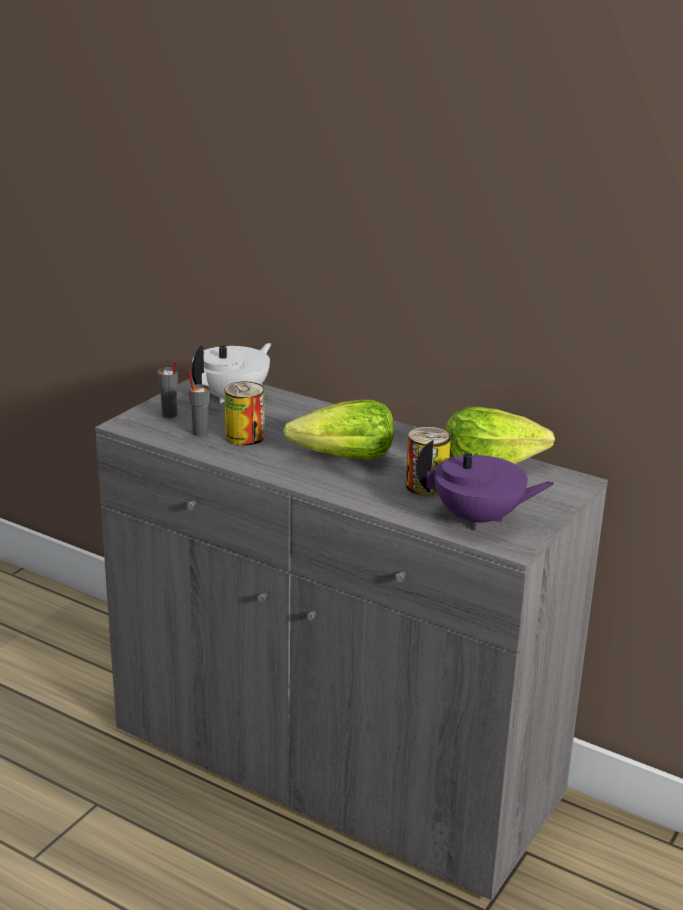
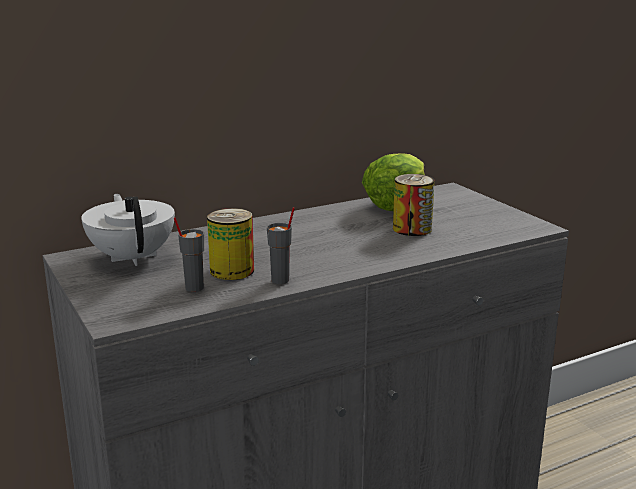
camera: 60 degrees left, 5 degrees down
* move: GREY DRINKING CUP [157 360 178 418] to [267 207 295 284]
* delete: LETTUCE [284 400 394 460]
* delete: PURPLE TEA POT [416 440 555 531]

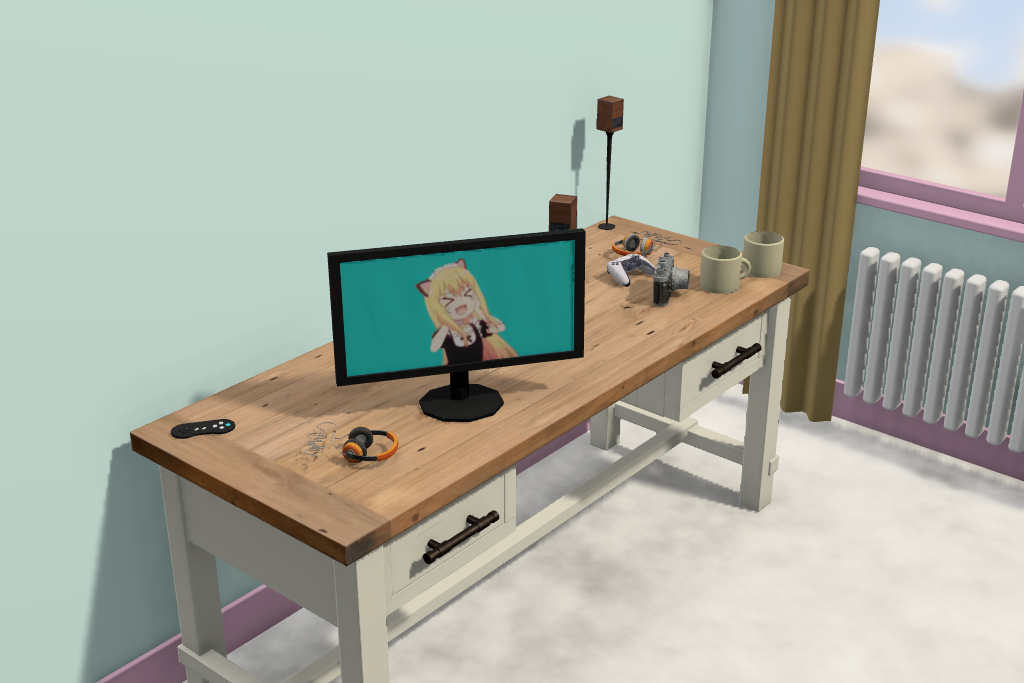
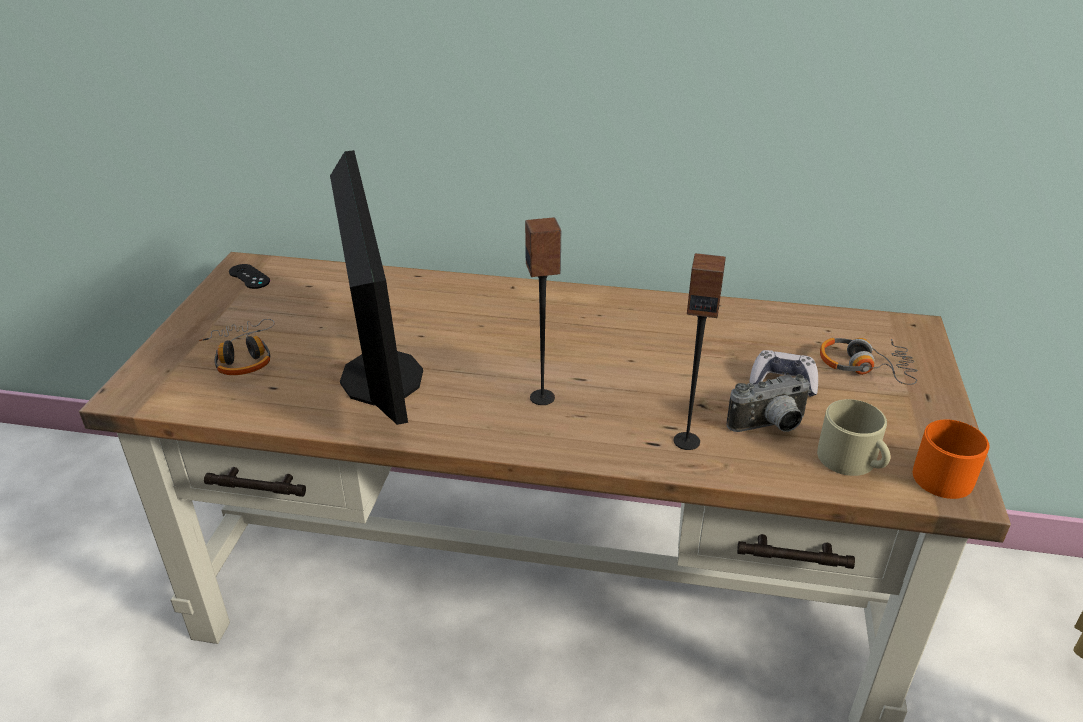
camera: 60 degrees right, 10 degrees up
* rotate: COMPUTER SCREEN [327 228 586 422] = [330 150 423 425] 150 degrees counterclockwise
* move: AUDIO SPEAKER [597 96 624 230] to [674 253 726 450]
* recolor: SAND-COLOURED TEA MUG [742 231 784 278] to ORANGE-COLOURED TEA MUG [913 420 989 499]

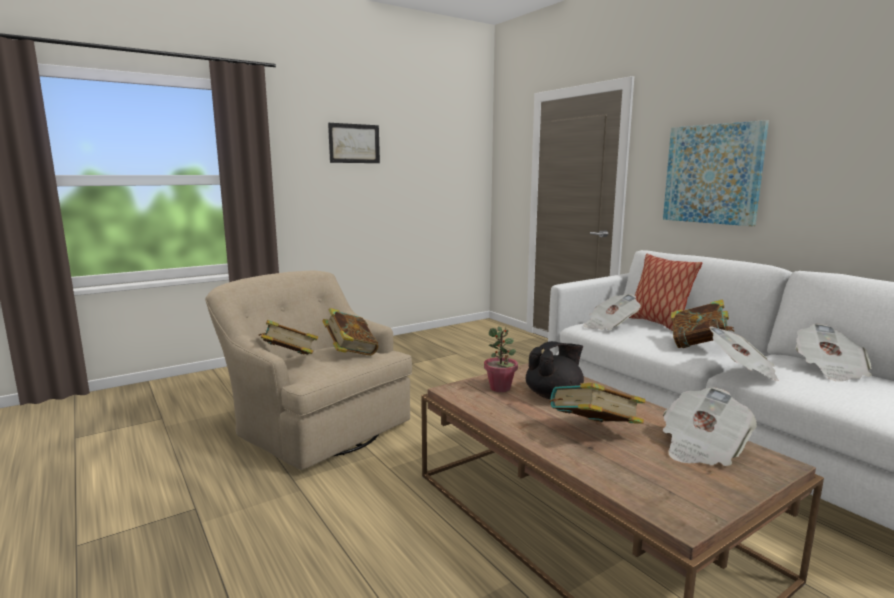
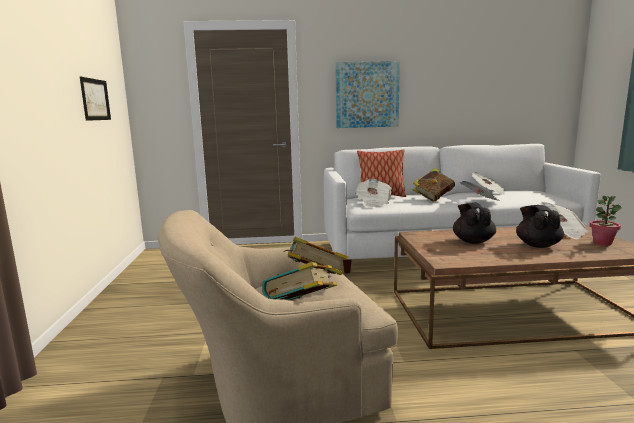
camera: 60 degrees left, 0 degrees up
* move: WALL PICTURE [328 123 380 163] to [80 77 111 121]
* move: POTTED PLANT [484 326 518 392] to [589 196 622 246]
* replace: BOOK [549 383 645 424] to BLACKISH TEA POT [516 205 564 248]

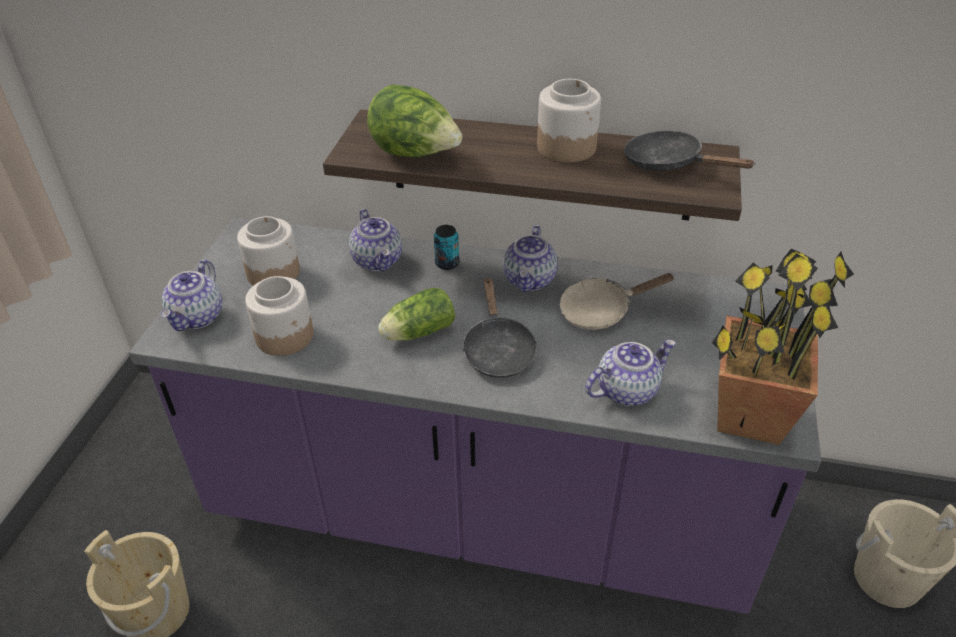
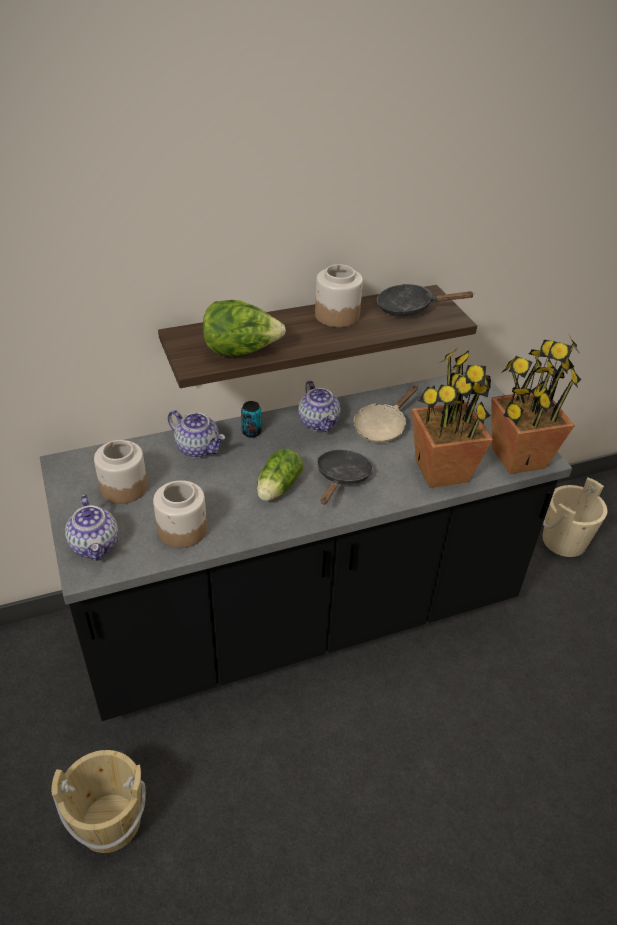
camera: 35 degrees left, 0 degrees up
* recolor: PURPLE KITCHEN COUNTER [129 217 821 614] to BLACKISH KITCHEN COUNTER [40 371 572 721]
* rotate: BLACKISH SKILLET [462 278 538 378] = [317 450 373 504] 120 degrees counterclockwise
* replace: TEA POT [585 340 676 406] to POTTED PLANT [412 348 493 488]

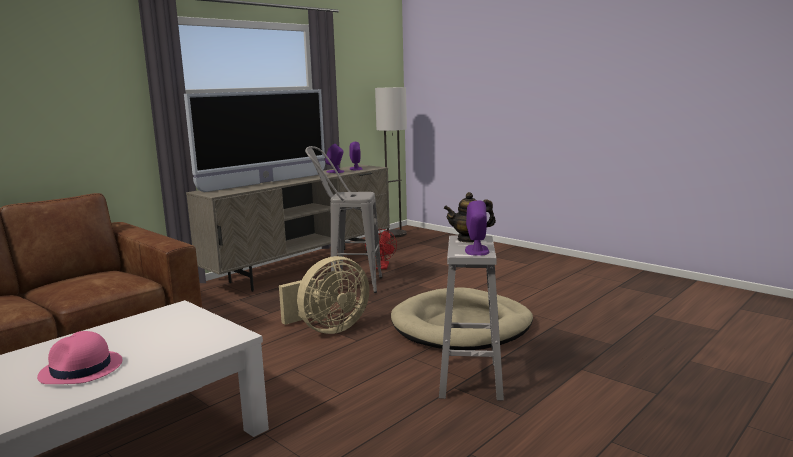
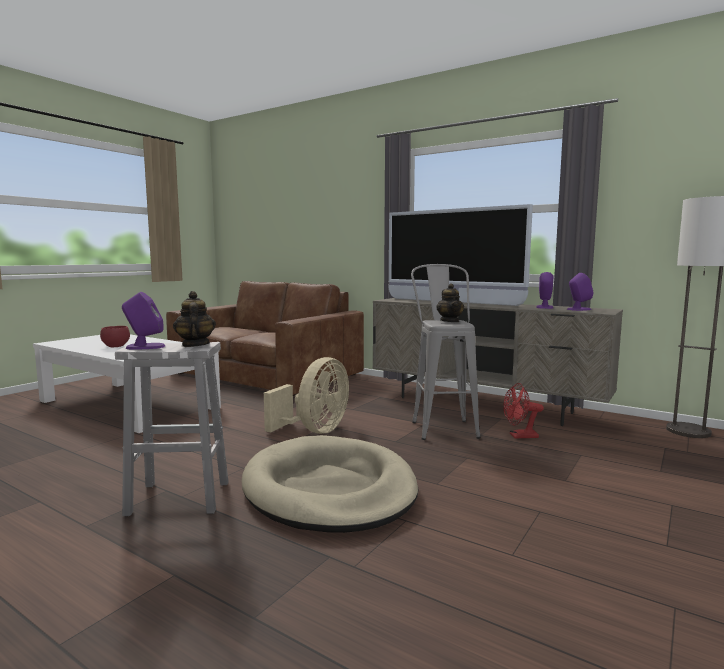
camera: 80 degrees right, 5 degrees down
* replace: PINK-COLOURED CLOTHING HAT [37 331 123 384] to RED-COLOURED DEEP DISH [100 326 130 347]
* rotate: SAND-COLOURED FAN [279 256 369 334] = [264 357 349 434] 105 degrees counterclockwise
* insert: TEA POT [436 283 464 322]

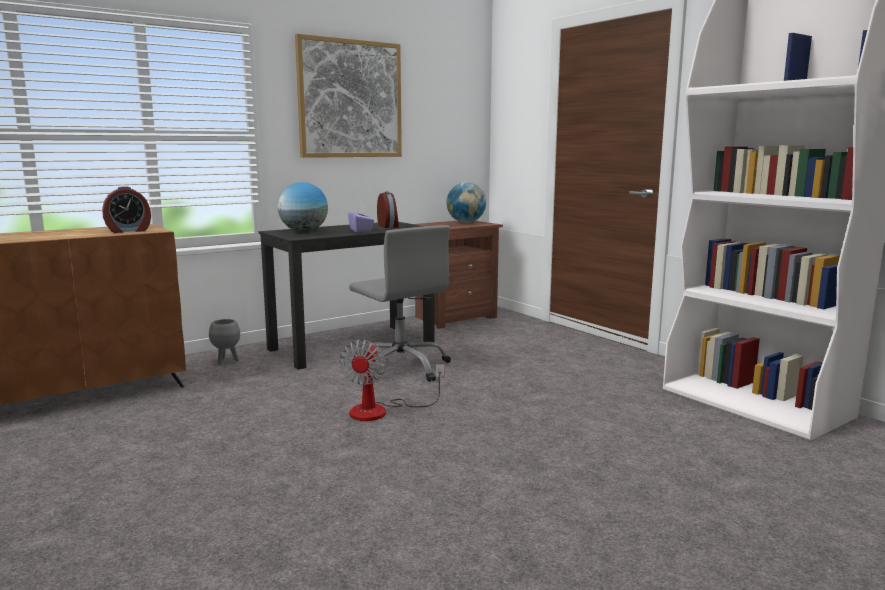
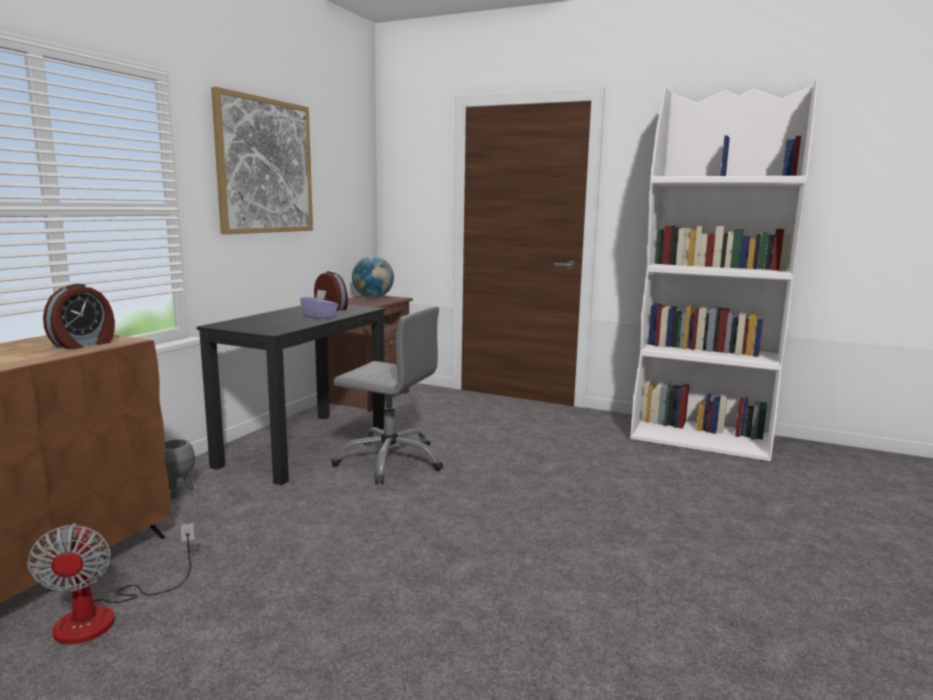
camera: 30 degrees left, 0 degrees up
* delete: DESK GLOBE [278 182 328 232]
* move: FAN [339 339 445 421] to [27 523 195 644]

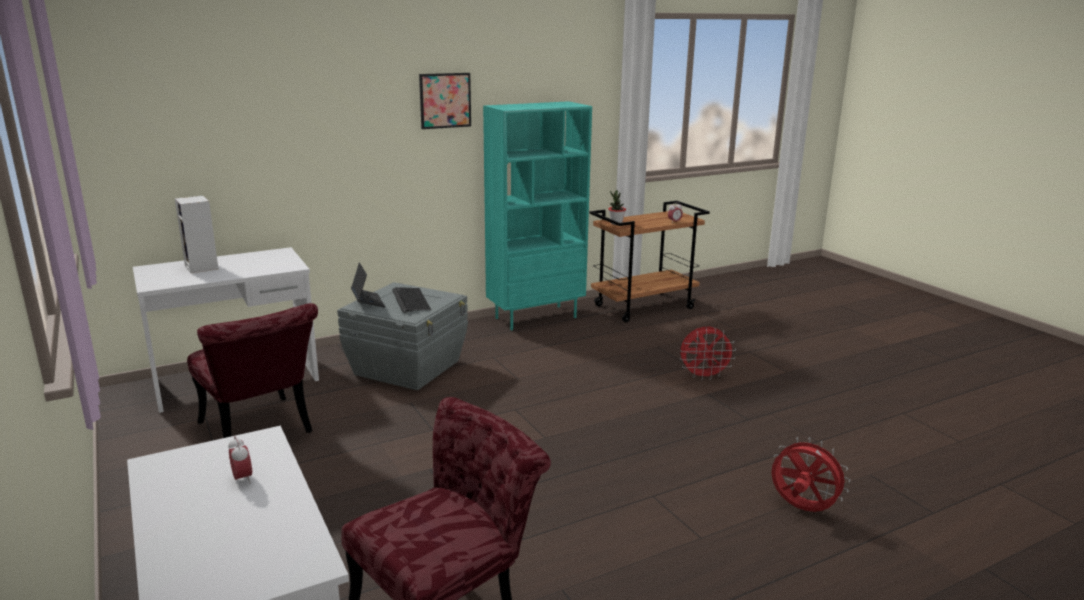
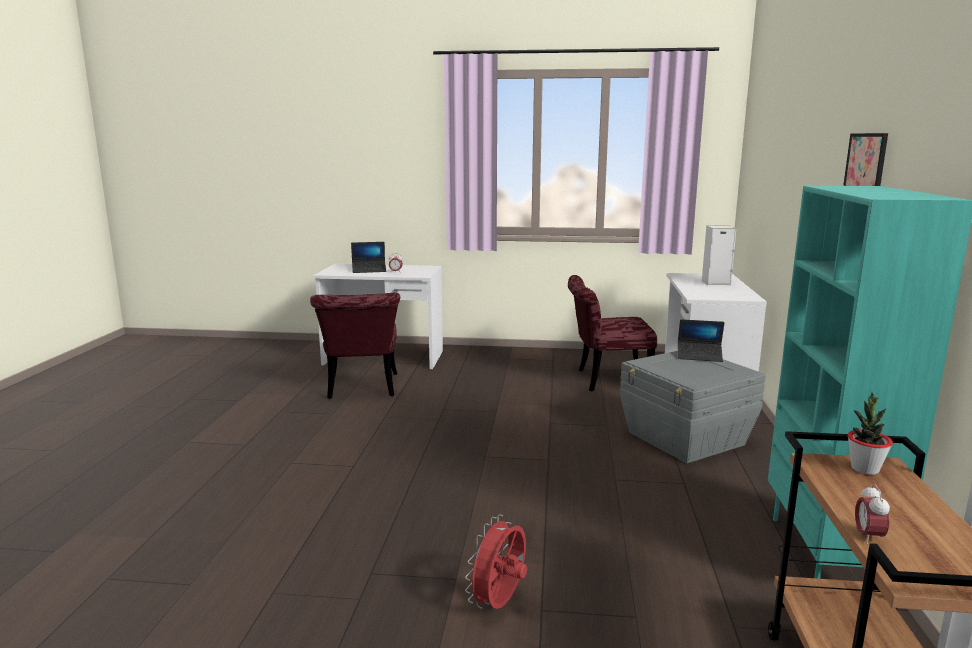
camera: 125 degrees right, 5 degrees down
* delete: KEYBOARD [393 287 431 313]
* delete: RED-COLOURED FAN [771 437 850 512]
* insert: NOTEBOOK COMPUTER [351 242 386 273]

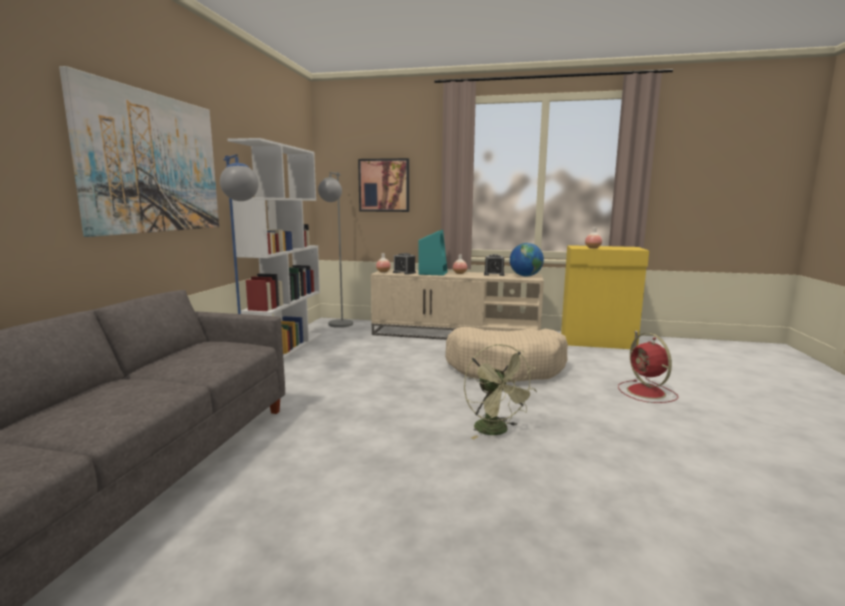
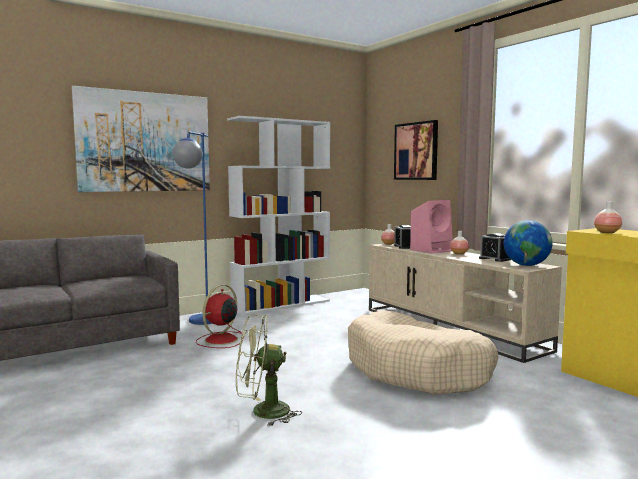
camera: 45 degrees right, 5 degrees down
* delete: GREY FLOOR LAMP [318 172 353 328]
* recolor: TURQUOISE AUDIO SPEAKER [418 230 448 276] to PINK-COLOURED AUDIO SPEAKER [410 200 453 254]
* rotate: GREEN FAN [464 344 537 439] = [236 314 302 427] 60 degrees clockwise
* move: RED-COLOURED FAN [618 333 678 403] to [196 285 245 348]

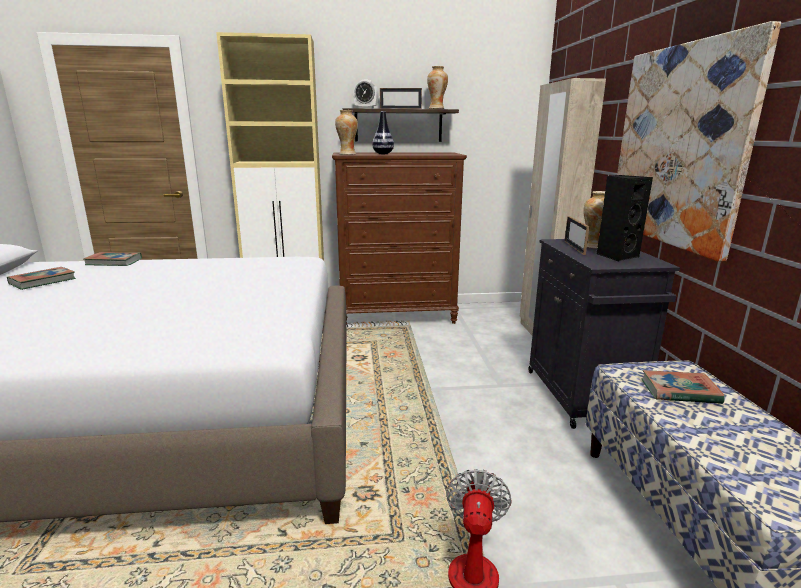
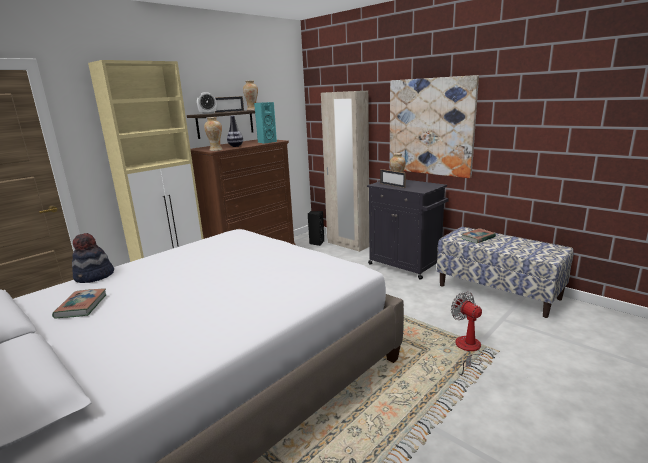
camera: 40 degrees left, 0 degrees up
* replace: BOOK [83 252 142 266] to CLOTHING HAT [72 233 114 283]
* move: BLACKISH AUDIO SPEAKER [597 175 653 262] to [308 211 324 246]
* insert: TURQUOISE AUDIO SPEAKER [254 102 277 144]

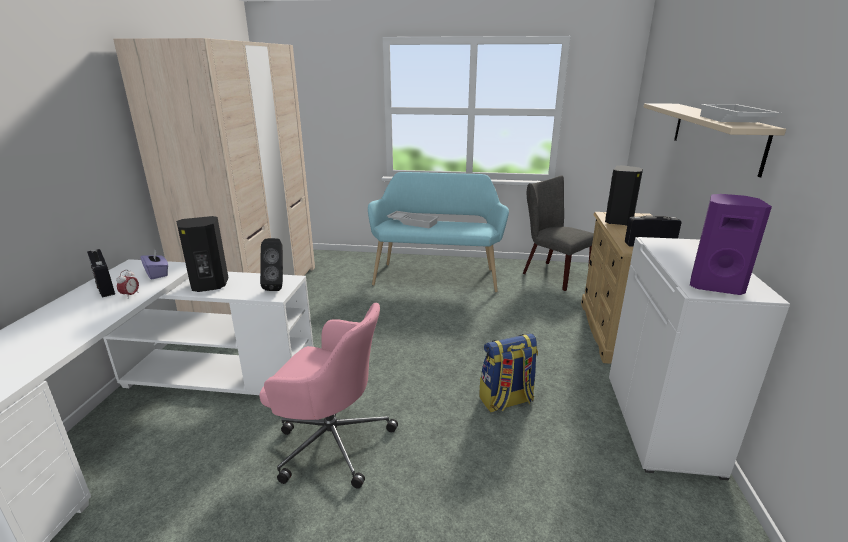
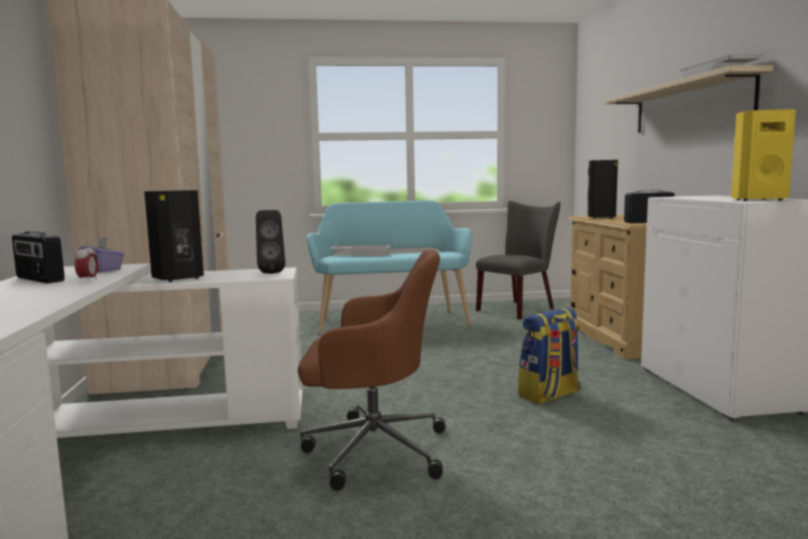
camera: 15 degrees left, 15 degrees down
* recolor: PINK-COLOURED OFFICE CHAIR [260 303 398 489] to BROWN OFFICE CHAIR [298 250 445 491]
* rotate: GREY CHAIR [523 175 594 291] = [476 200 560 319] 105 degrees clockwise
* recolor: PURPLE AUDIO SPEAKER [690 194 772 295] to YELLOWISH AUDIO SPEAKER [731 109 796 201]

